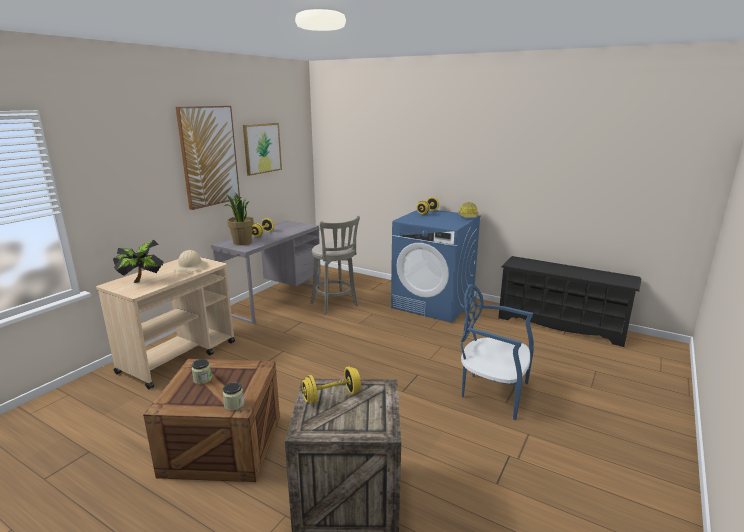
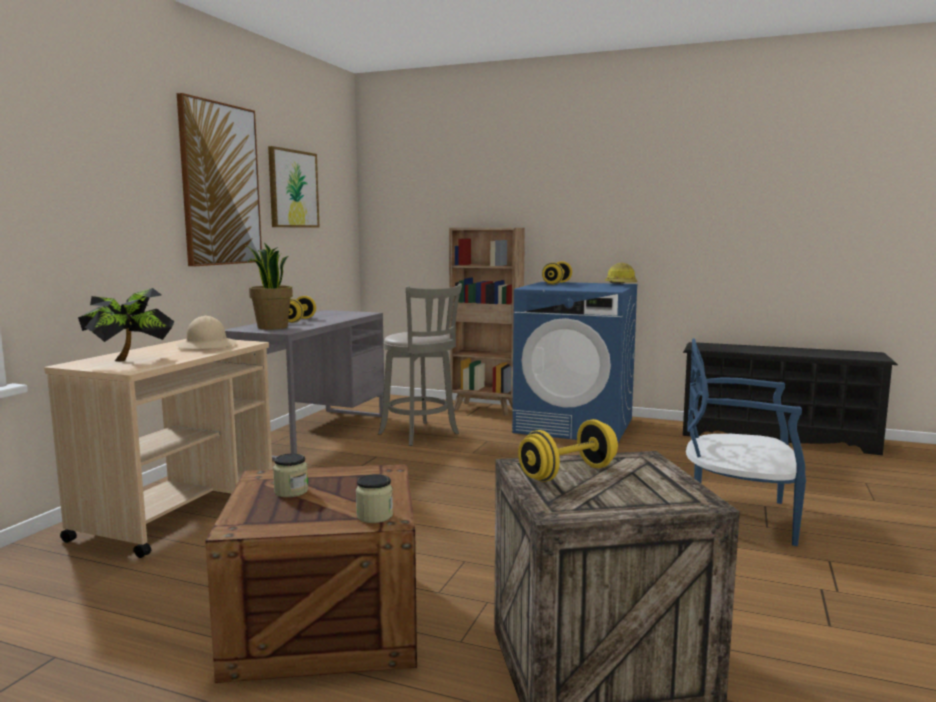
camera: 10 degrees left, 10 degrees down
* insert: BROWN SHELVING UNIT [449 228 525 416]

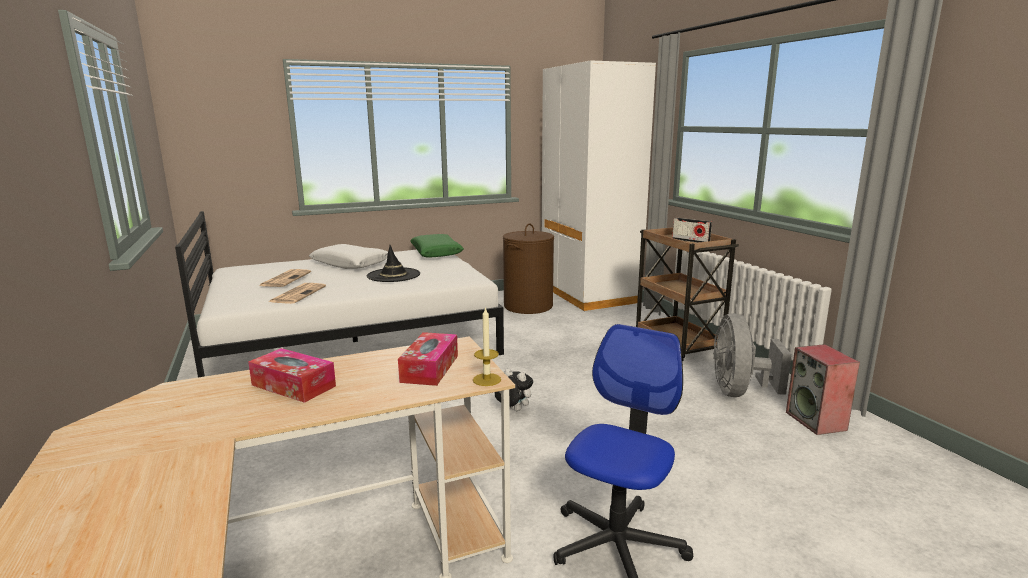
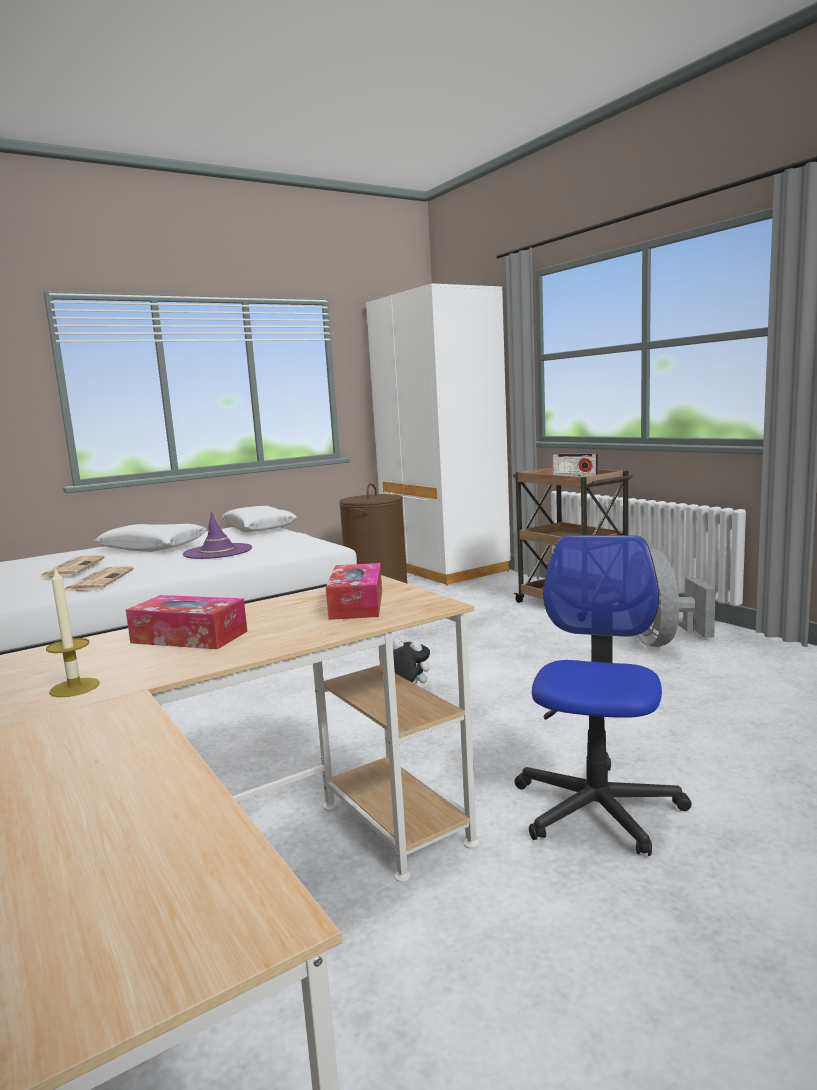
camera: 10 degrees left, 5 degrees down
* recolor: BLACKISH CLOTHING HAT [367 245 420 282] to PURPLE CLOTHING HAT [183 511 252 559]
* recolor: GREEN PILLOW [410 234 464 257] to WHITE PILLOW [221 506 297 532]
* move: WAX CANDLE [473 307 501 386] to [46 567 99 697]
* delete: AUDIO SPEAKER [786 344 860 435]

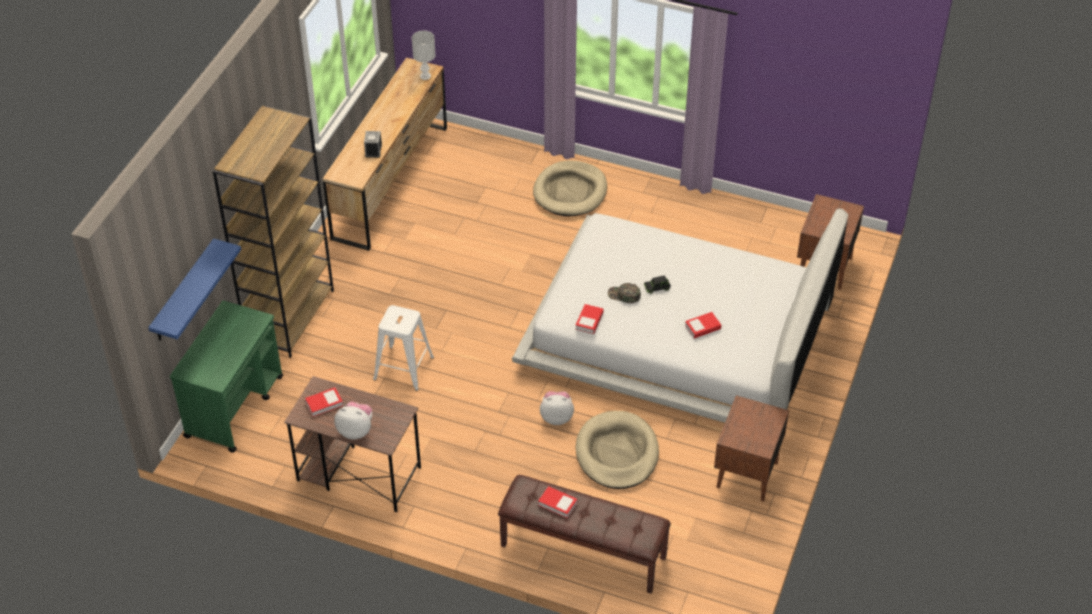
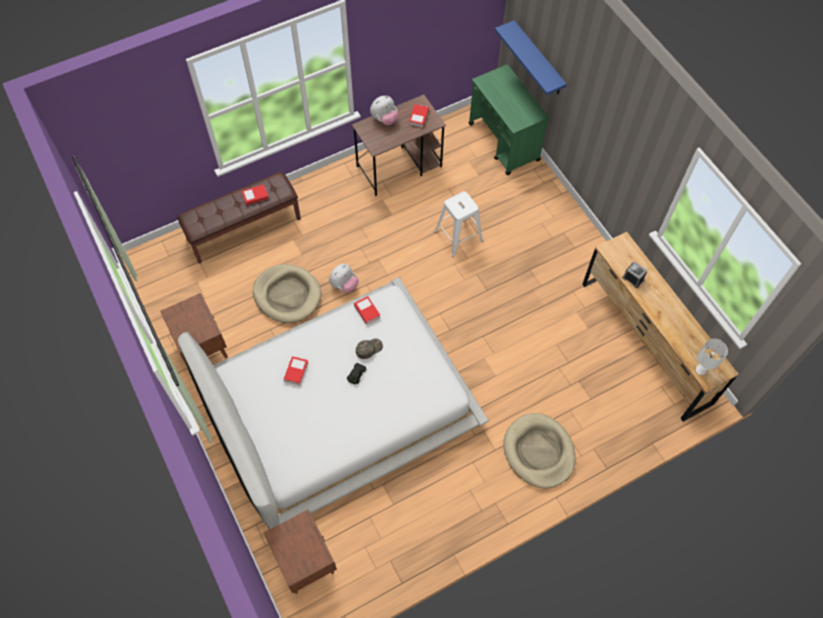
camera: 130 degrees right, 15 degrees up
* delete: BROWN SHELVING UNIT [213 105 334 358]

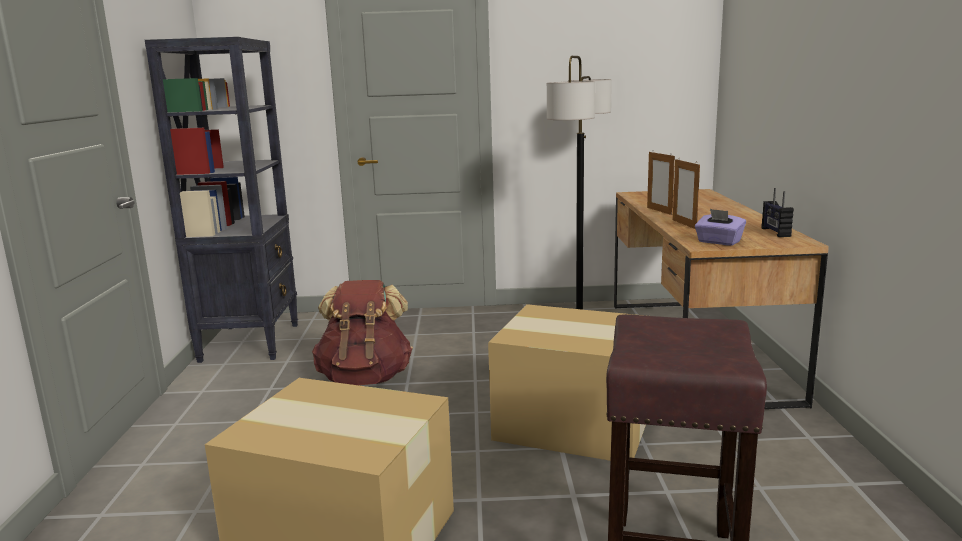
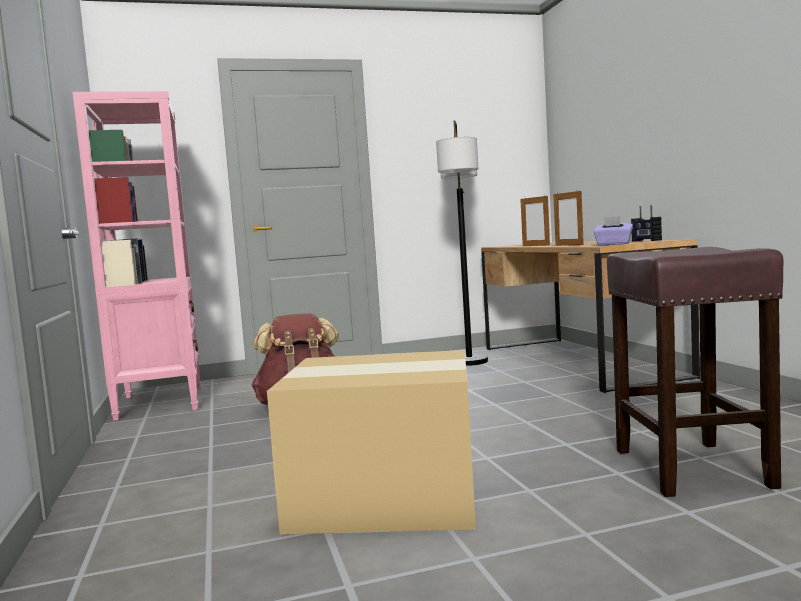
camera: 15 degrees left, 10 degrees down
* recolor: BLACKISH SHELVING UNIT [145 37 298 363] to PINK-COLOURED SHELVING UNIT [72 91 200 421]
* delete: CARTON [488 304 646 461]

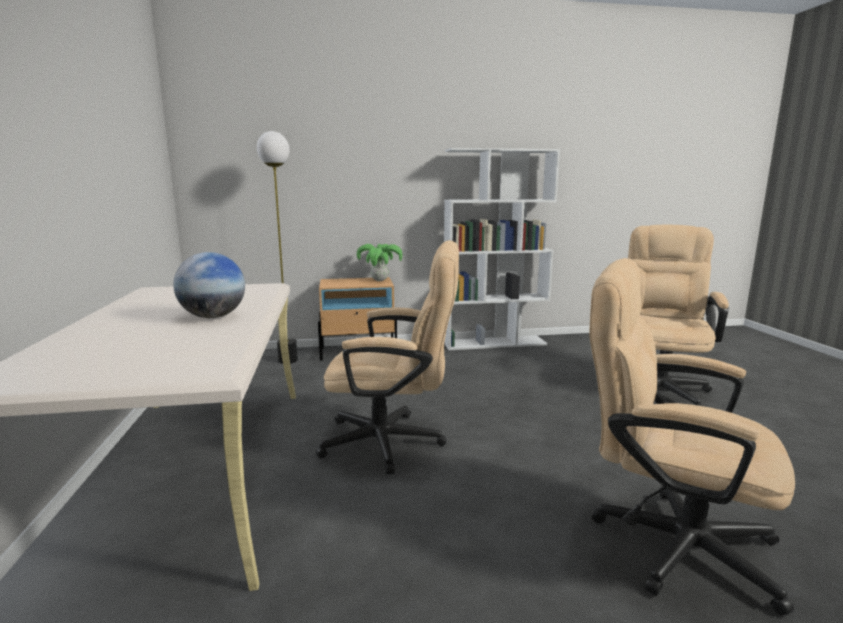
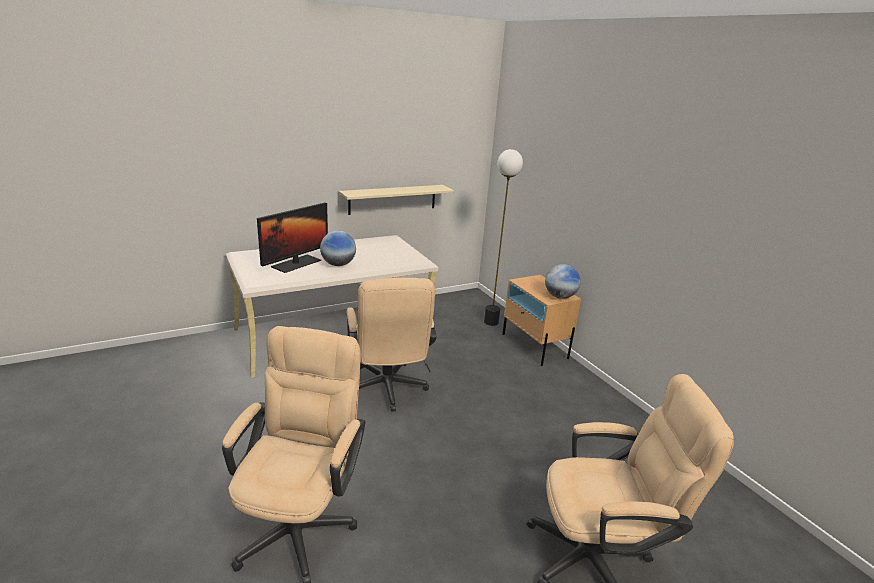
camera: 70 degrees right, 10 degrees up
* replace: POTTED PLANT [357 244 403 281] to DESK GLOBE [545 264 581 299]
* delete: WHITE SHELVING UNIT [444 148 560 350]
* insert: COMPUTER SCREEN [257 202 328 273]
* insert: SAND-COLOURED WALL SHELF [339 185 454 215]

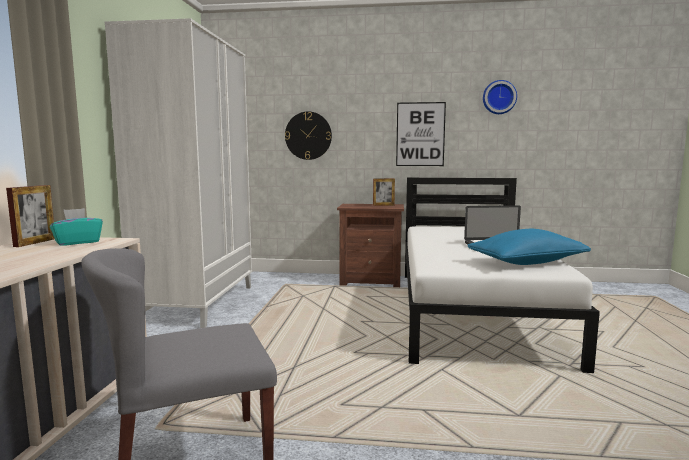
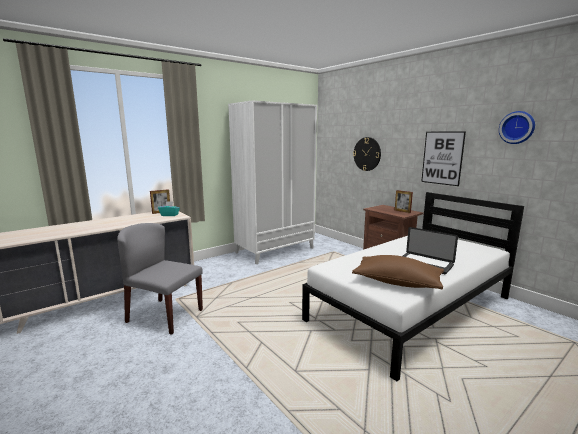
camera: 45 degrees right, 5 degrees up
* recolor: BLUISH PILLOW [468 229 591 265] to BROWN PILLOW [352 255 444 289]

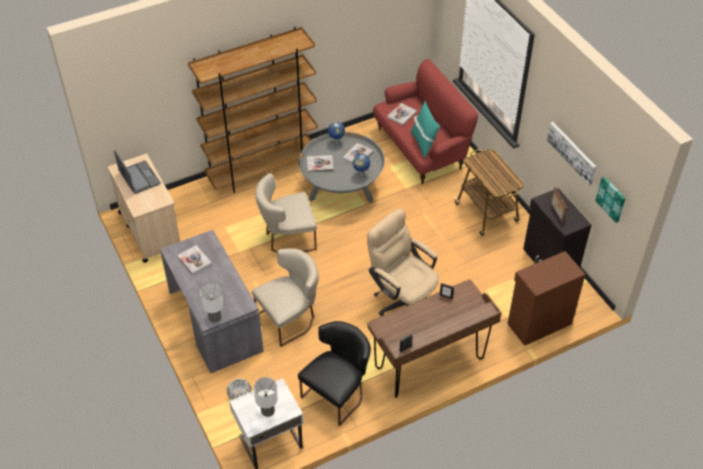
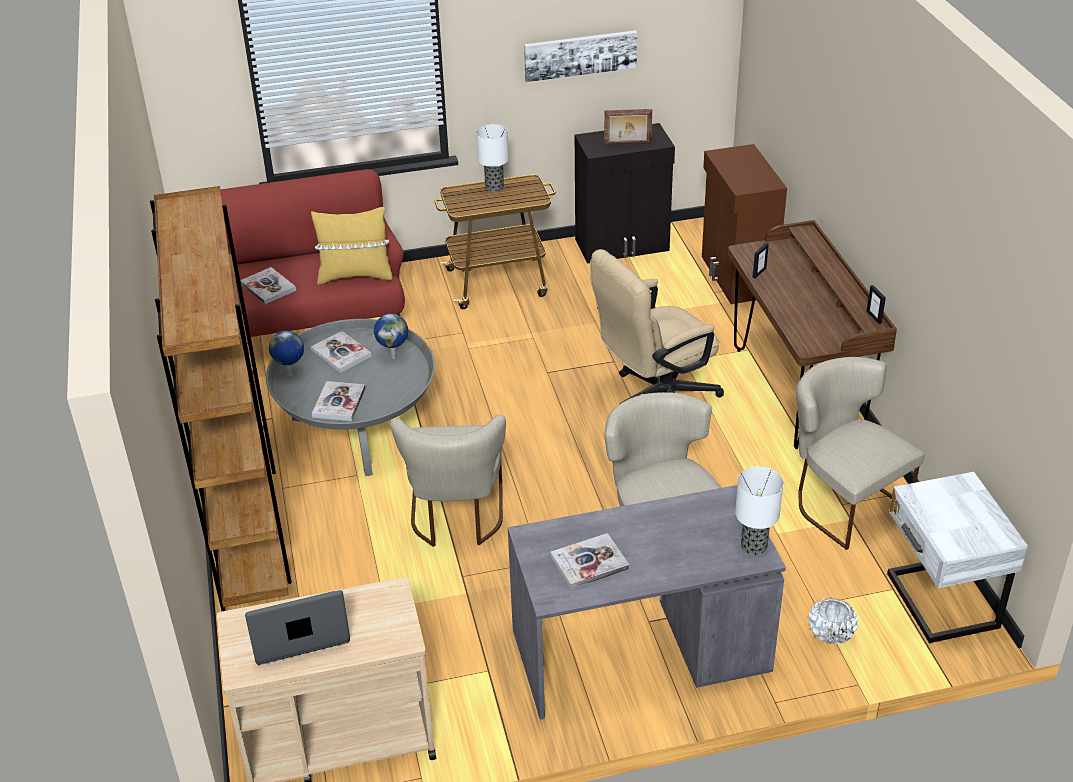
camera: 75 degrees left, 10 degrees down
* move: LAMP FOR A TABLE [254 377 278 417] to [476 124 509 192]
* recolor: BLACKISH CHAIR [298 321 371 426] to SAND-COLOURED CHAIR [796 357 925 550]
* recolor: TURQUOISE PILLOW [411 101 440 158] to YELLOWISH PILLOW [311 207 392 285]
* delete: WALL PICTURE [595 176 626 223]

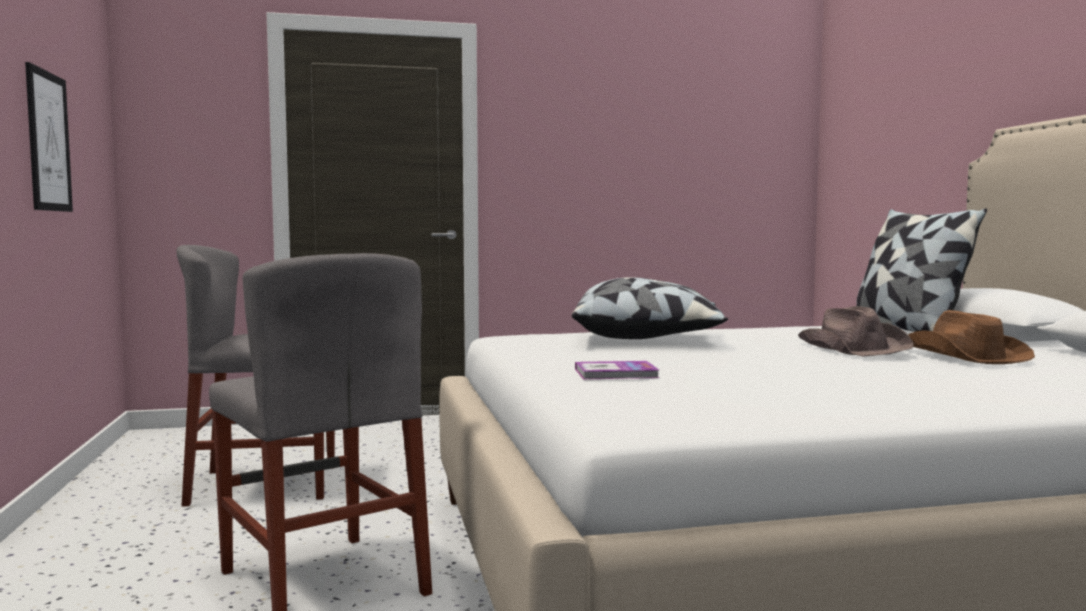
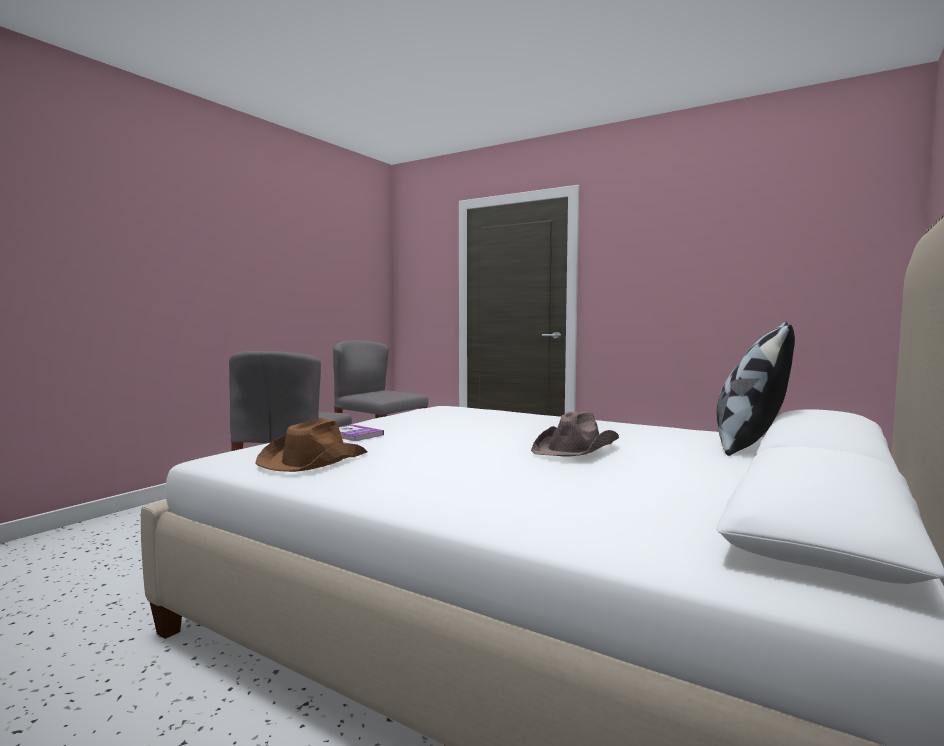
camera: 45 degrees right, 0 degrees up
* delete: WALL PICTURE [25 62 73 212]
* delete: PILLOW [572 277 728 339]
* move: BROWN CLOTHING HAT [908 310 1035 364] to [255 418 368 472]

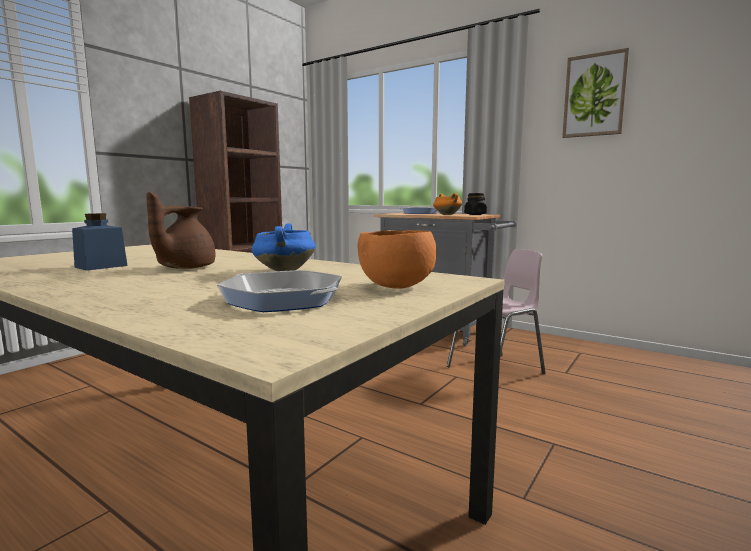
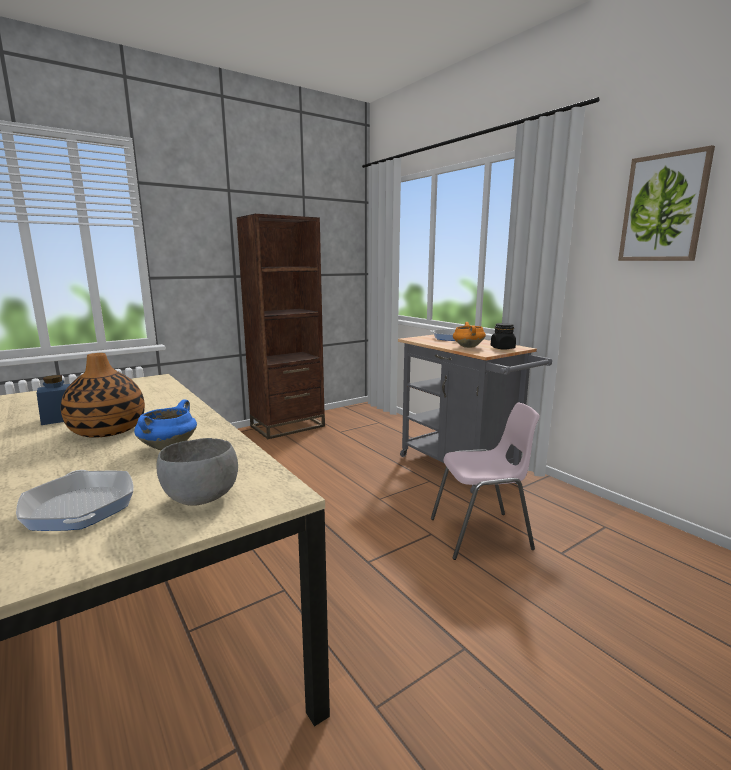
camera: 20 degrees right, 5 degrees up
* replace: BROWN TEA POT [146 192 215 269] to VASE [61 353 145 438]
* recolor: ORANGE-COLOURED DEEP DISH [358 230 436 289] to GREY DEEP DISH [157 438 238 506]

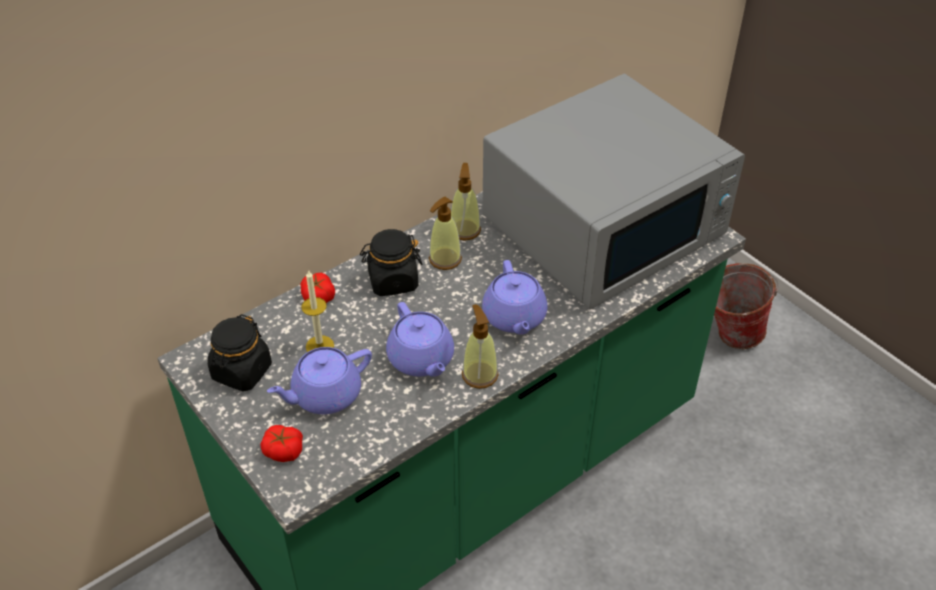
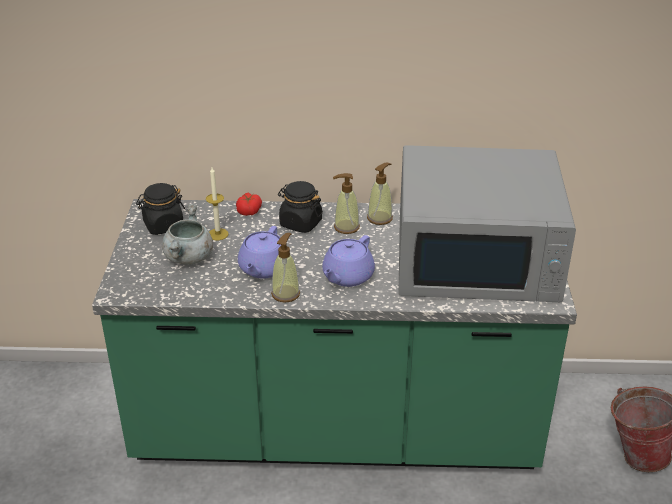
camera: 40 degrees right, 10 degrees down
* delete: WHOLE TOMATO [261 425 303 462]
* replace: PURPLE TEA POT [267 347 372 414] to GREY SAUCEPOT [162 204 213 264]

